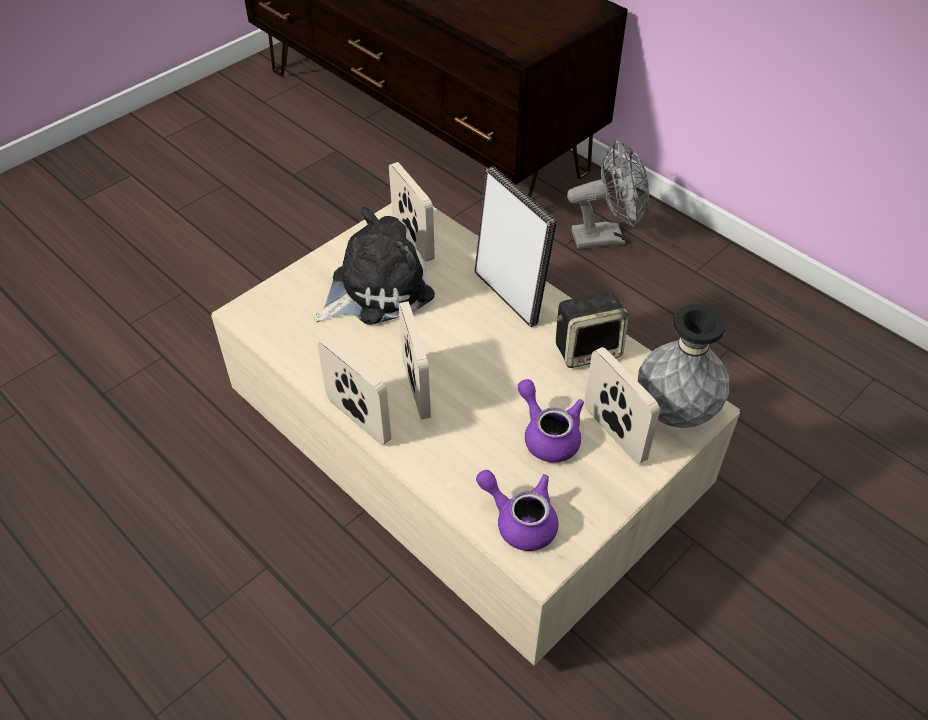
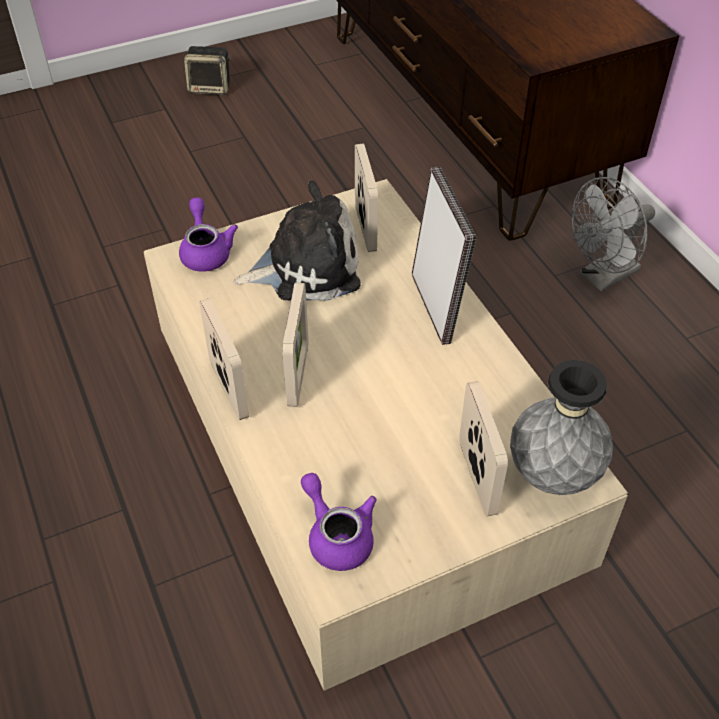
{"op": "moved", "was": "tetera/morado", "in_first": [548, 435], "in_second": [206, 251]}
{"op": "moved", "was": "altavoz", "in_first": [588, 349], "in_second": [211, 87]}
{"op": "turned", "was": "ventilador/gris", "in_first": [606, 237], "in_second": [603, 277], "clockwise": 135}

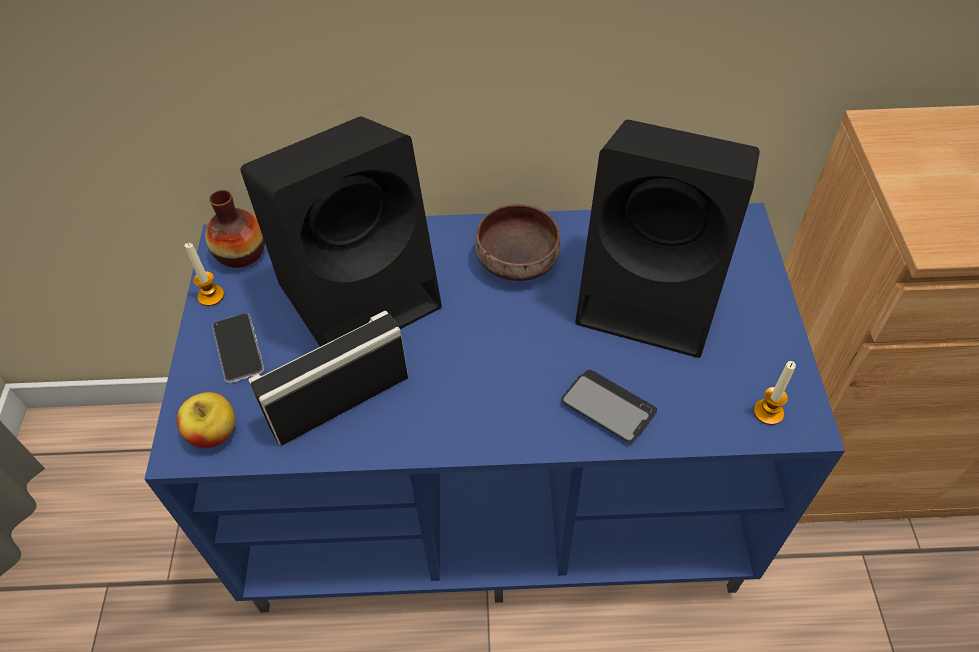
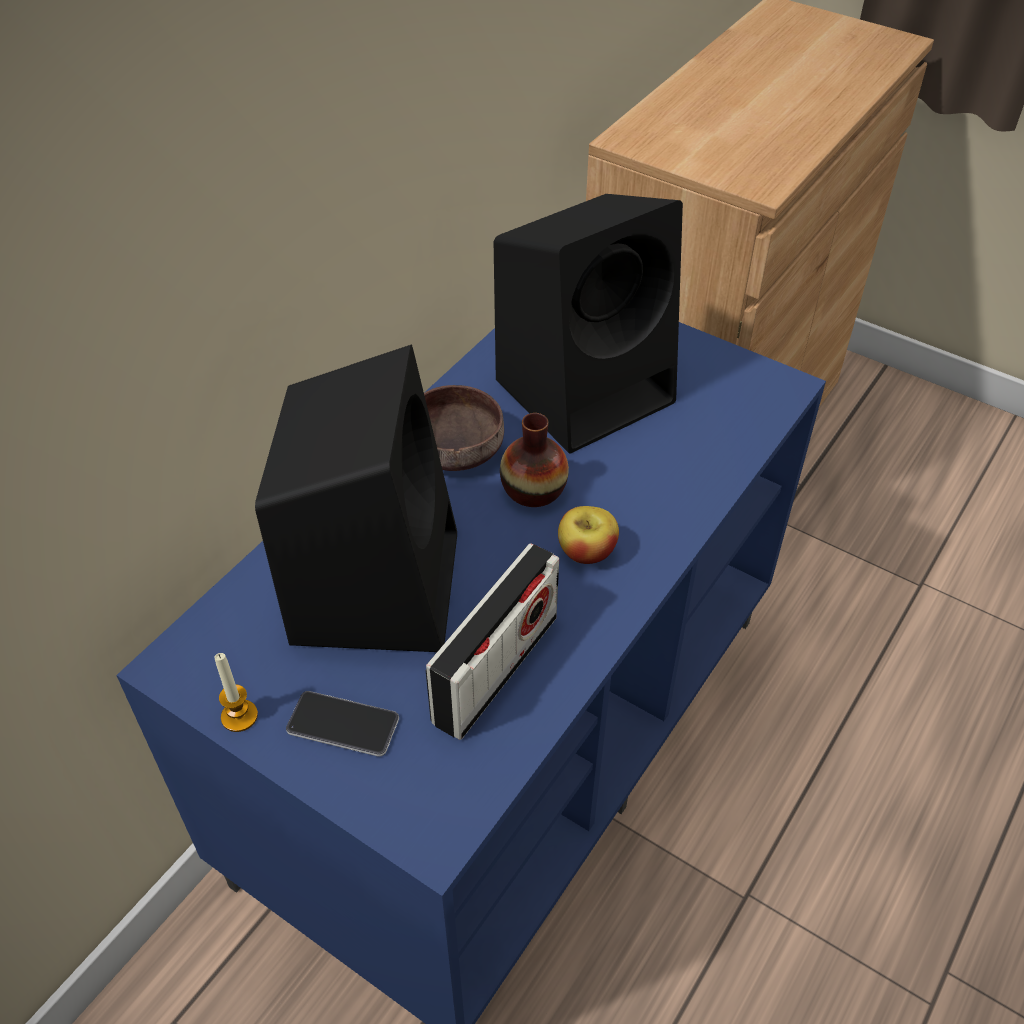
{"op": "turned", "was": "radio", "in_first": [339, 401], "in_second": [496, 669], "clockwise": -150}
{"op": "moved", "was": "florero", "in_first": [241, 253], "in_second": [533, 490]}
{"op": "moved", "was": "manzana", "in_first": [213, 433], "in_second": [586, 552]}
{"op": "removed", "was": "móvil", "in_first": [608, 407]}
{"op": "removed", "was": "vela", "in_first": [768, 412]}

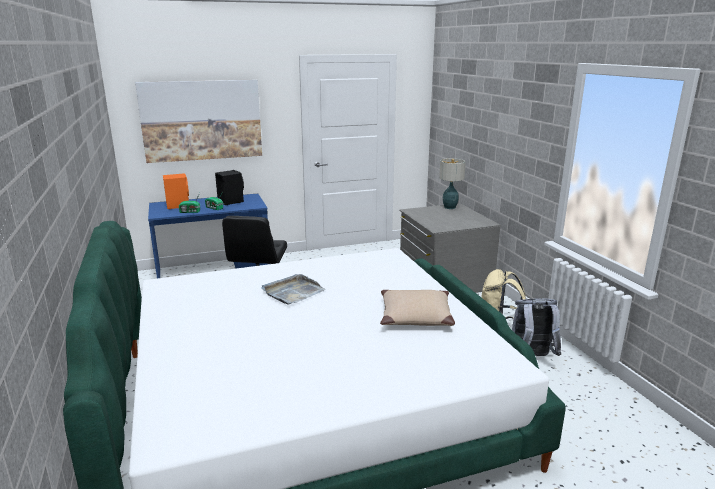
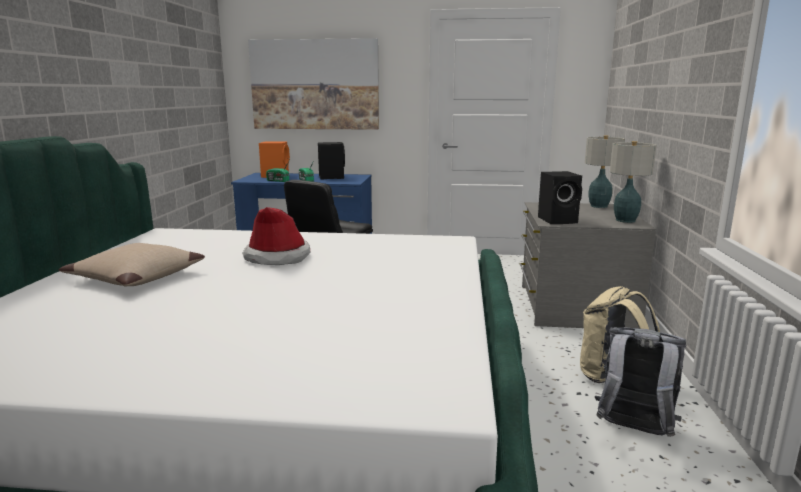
{"op": "moved", "was": "cojín/beis", "in_first": [415, 317], "in_second": [136, 277]}
{"op": "replaced", "was": "bandeja/gris", "now": "sombrero", "in_first": [293, 292], "in_second": [277, 257]}
{"op": "added", "now": "altavoz/negro", "in_second": [559, 220]}
{"op": "added", "now": "lámpara de mesa", "in_second": [626, 220]}

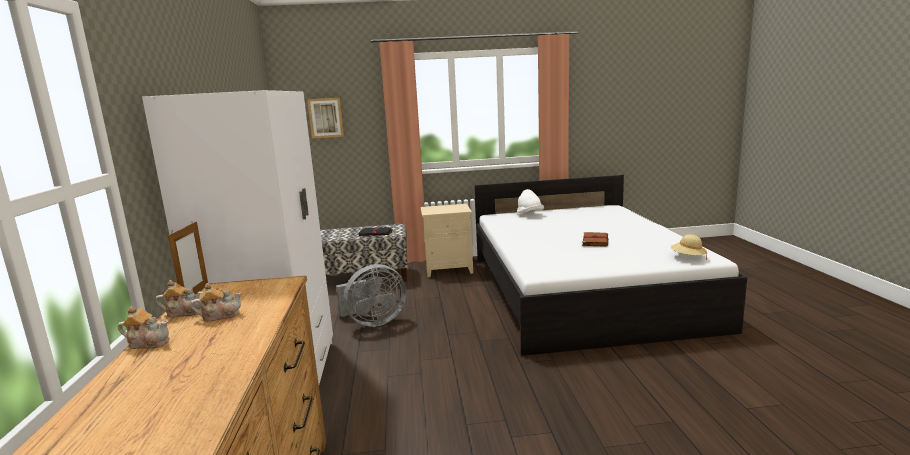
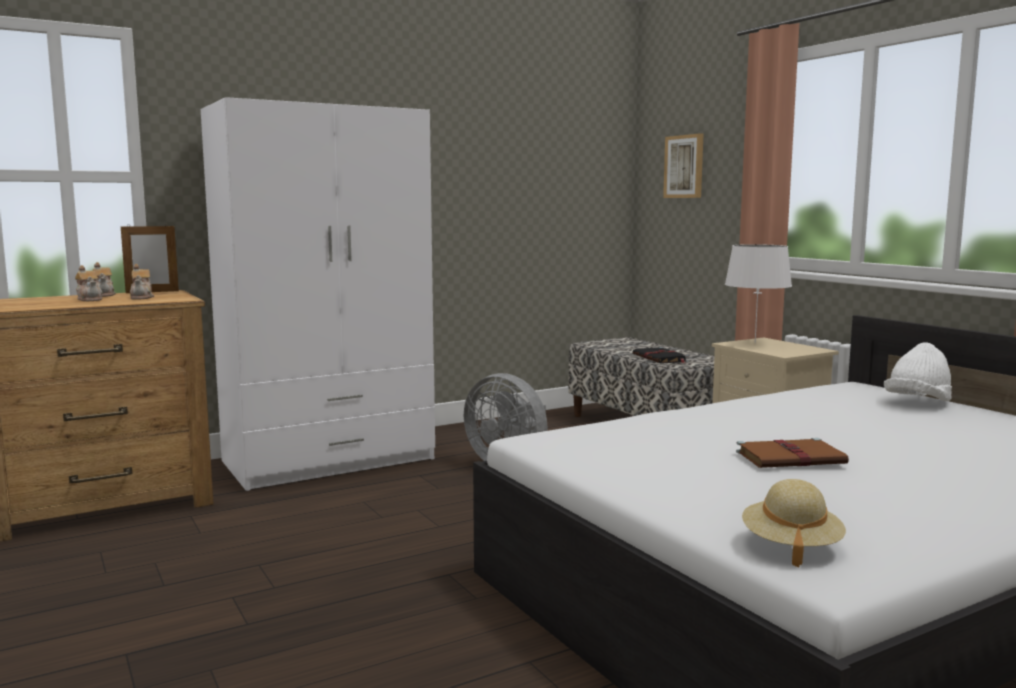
{"op": "moved", "was": "tetera", "in_first": [148, 343], "in_second": [142, 297]}
{"op": "added", "now": "lámpara de mesa/blanco", "in_second": [754, 343]}

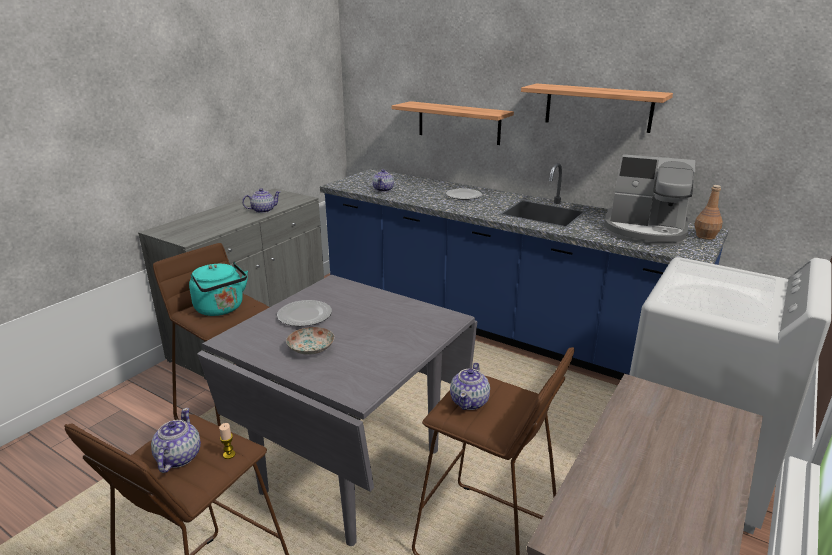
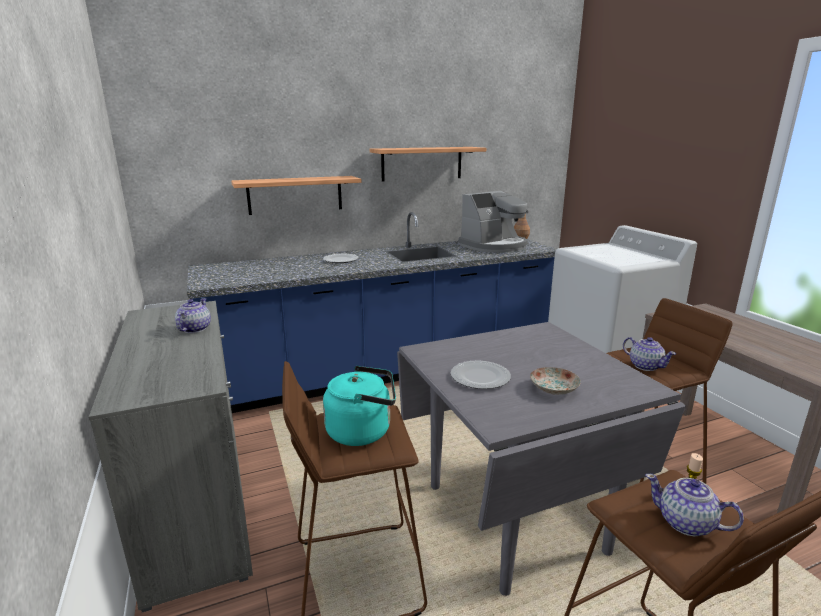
{"op": "removed", "was": "tetera", "in_first": [383, 190]}

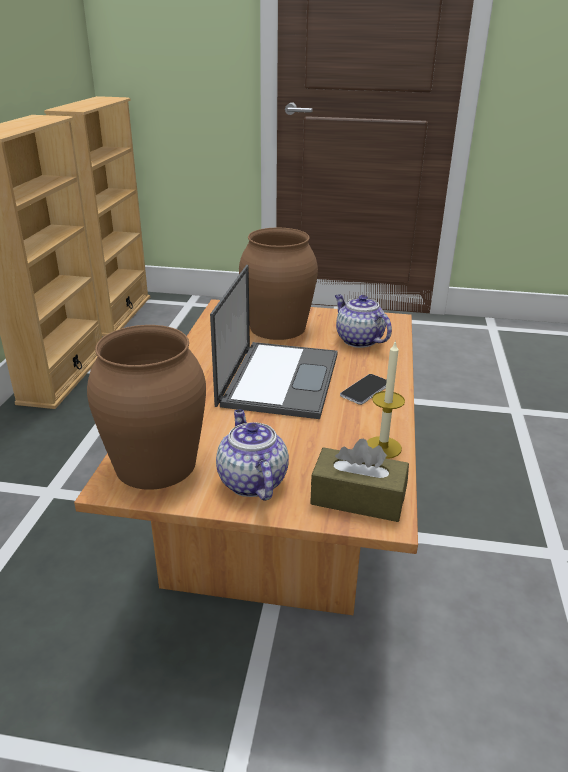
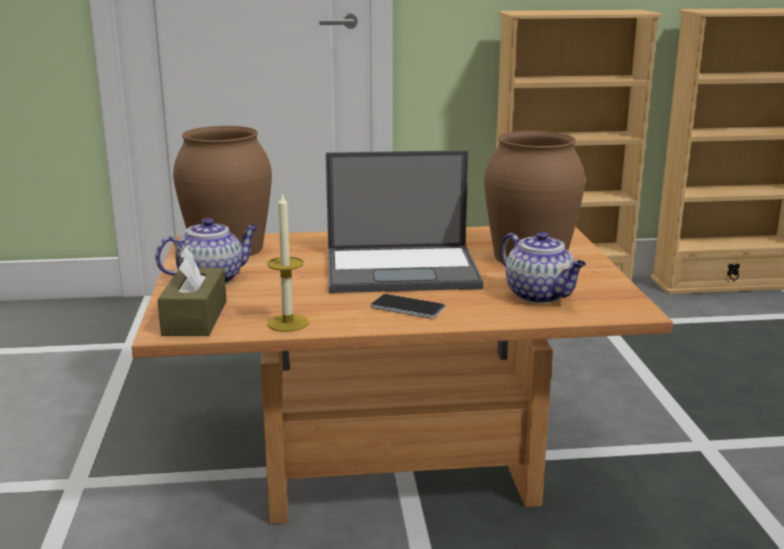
{"op": "turned", "was": "tetera", "in_first": [358, 340], "in_second": [540, 296], "clockwise": 105}

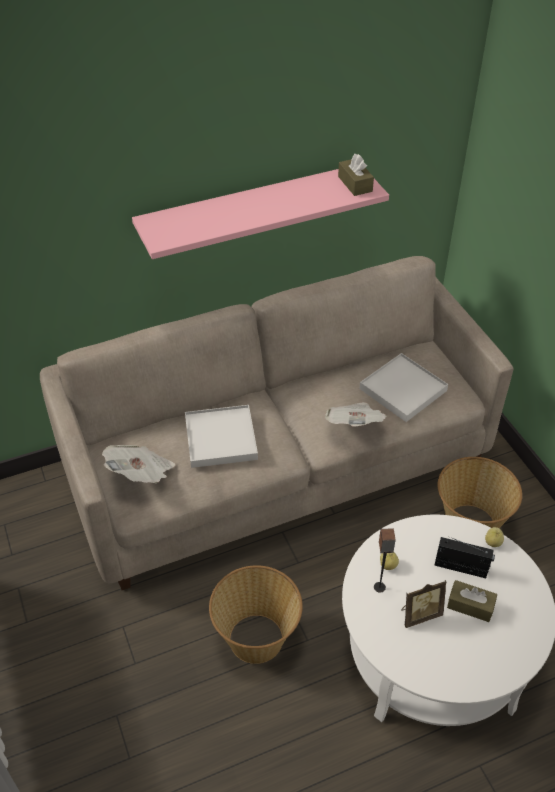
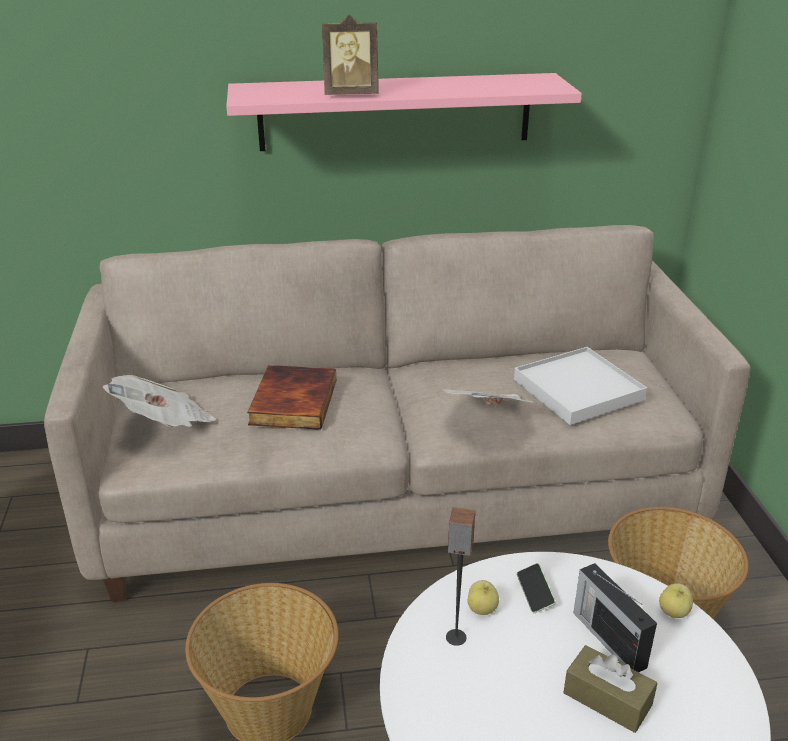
{"op": "replaced", "was": "bandeja/blanco", "now": "libro", "in_first": [220, 438], "in_second": [291, 401]}
{"op": "moved", "was": "portarretratos", "in_first": [419, 614], "in_second": [351, 94]}
{"op": "added", "now": "móvil", "in_second": [535, 593]}
{"op": "turned", "was": "radio", "in_first": [461, 568], "in_second": [608, 638], "clockwise": -150}
{"op": "removed", "was": "caja de pañuelos/marrón", "in_first": [355, 184]}

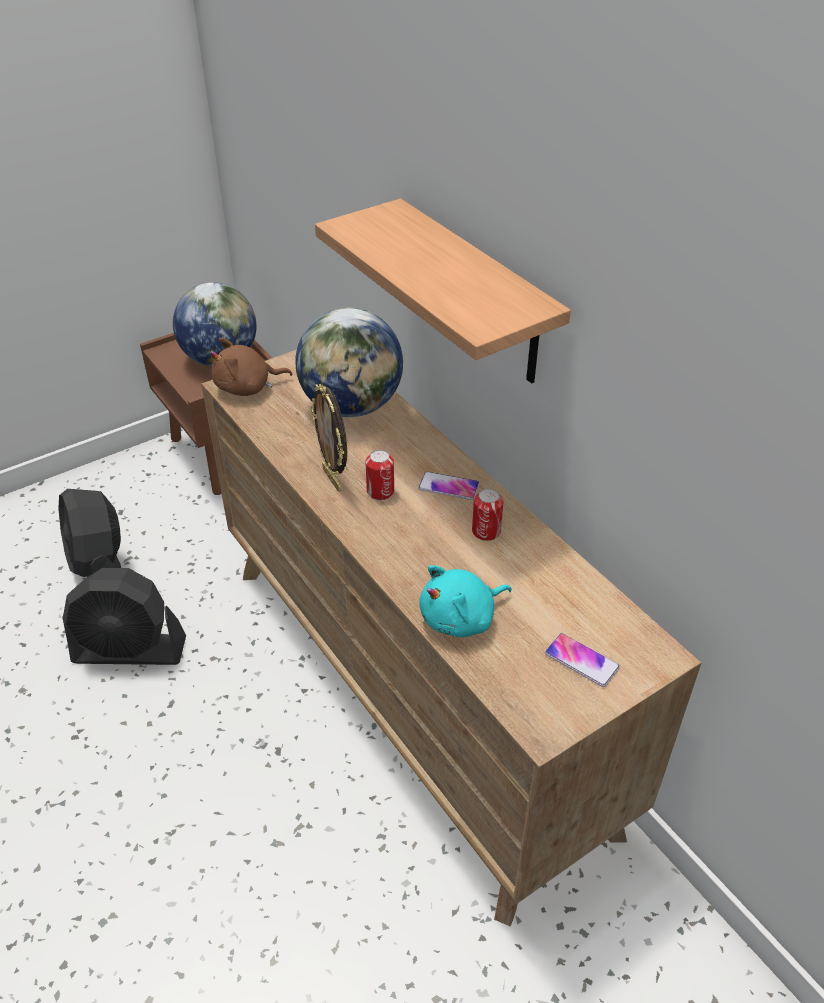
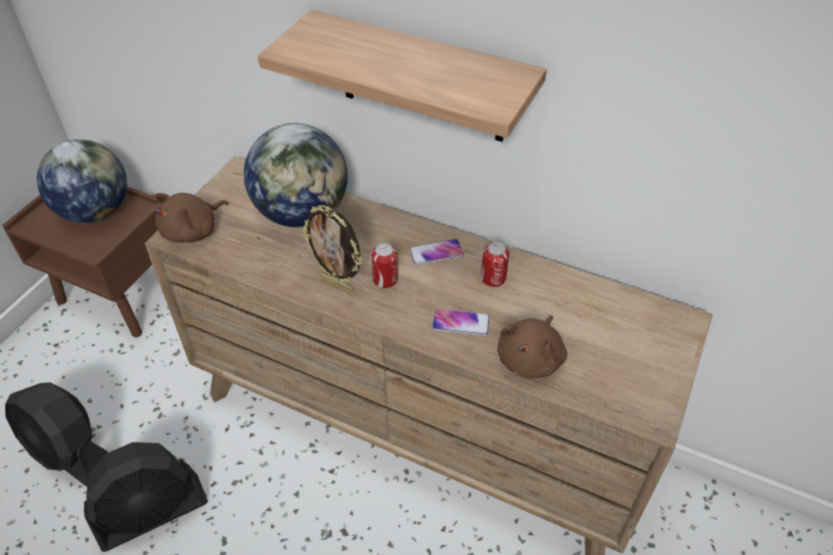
{"op": "moved", "was": "móvil", "in_first": [581, 660], "in_second": [460, 323]}
{"op": "recoloured", "was": "peluche/turquesa", "now": "peluche/marrón", "in_first": [461, 618], "in_second": [531, 358]}

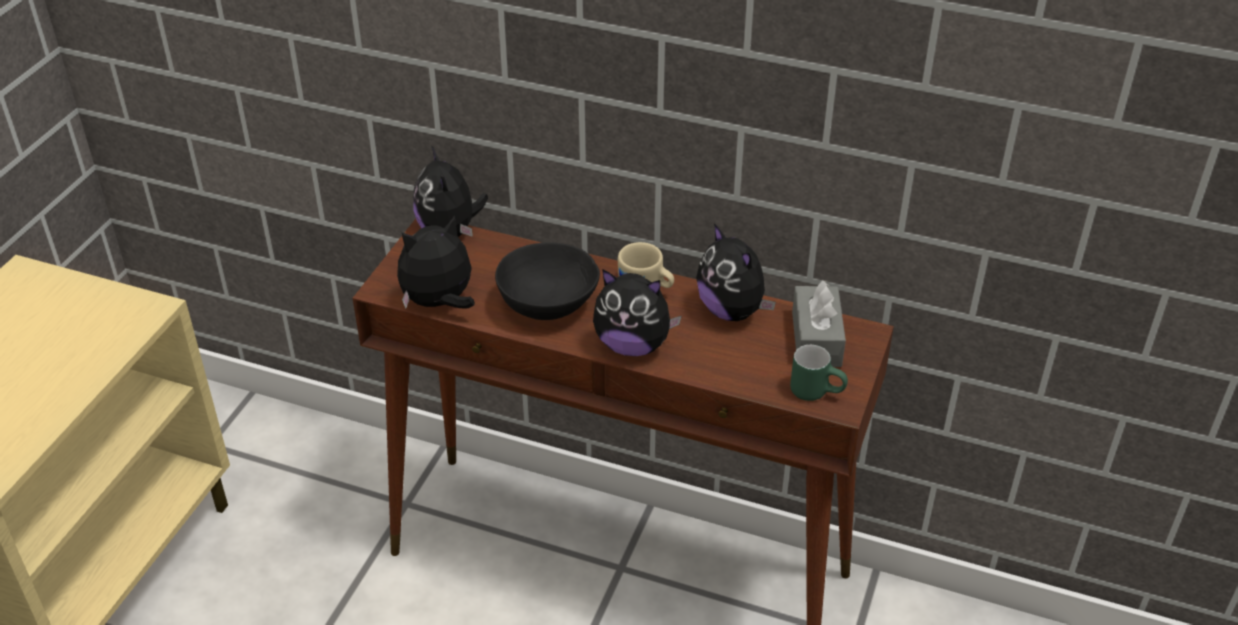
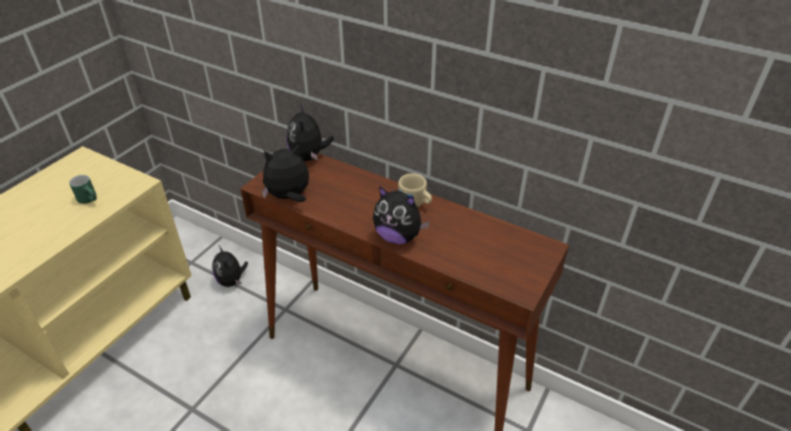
{"op": "moved", "was": "taza grande/verde", "in_first": [817, 391], "in_second": [91, 200]}
{"op": "moved", "was": "peluche", "in_first": [732, 310], "in_second": [232, 281]}
{"op": "removed", "was": "cuenco/negro", "in_first": [548, 305]}
{"op": "removed", "was": "caja de pañuelos/gris", "in_first": [816, 339]}

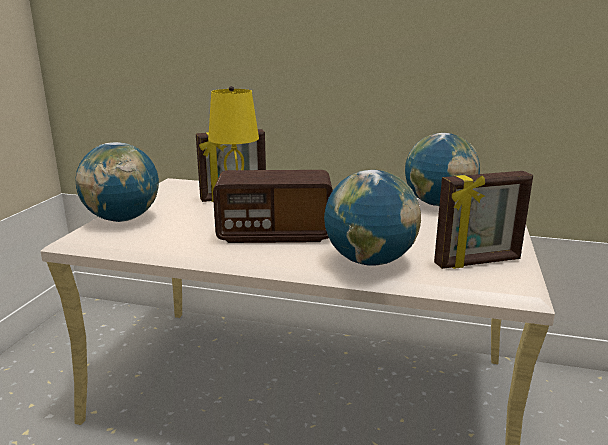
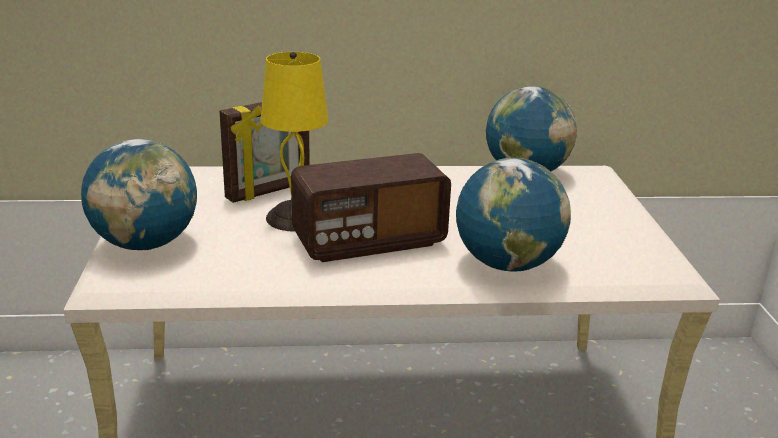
{"op": "removed", "was": "portarretratos", "in_first": [478, 262]}

